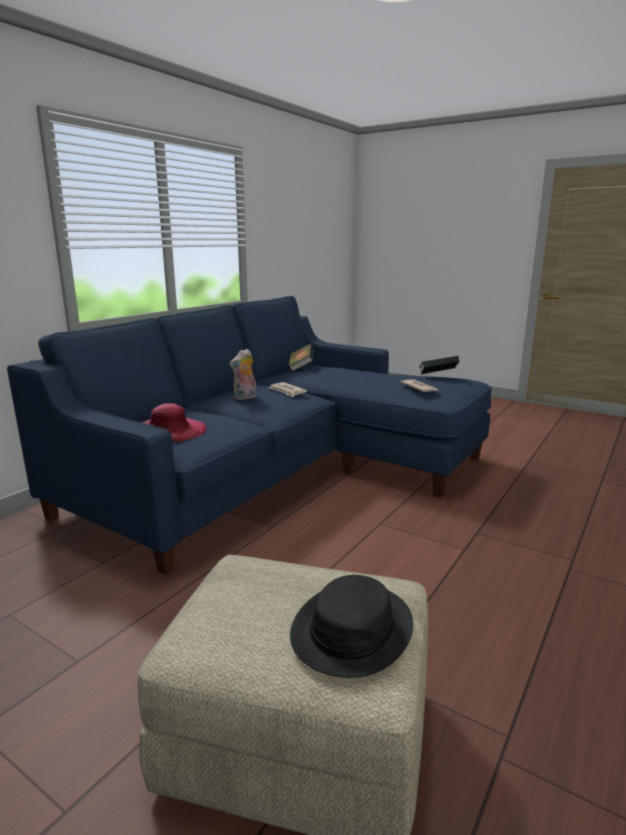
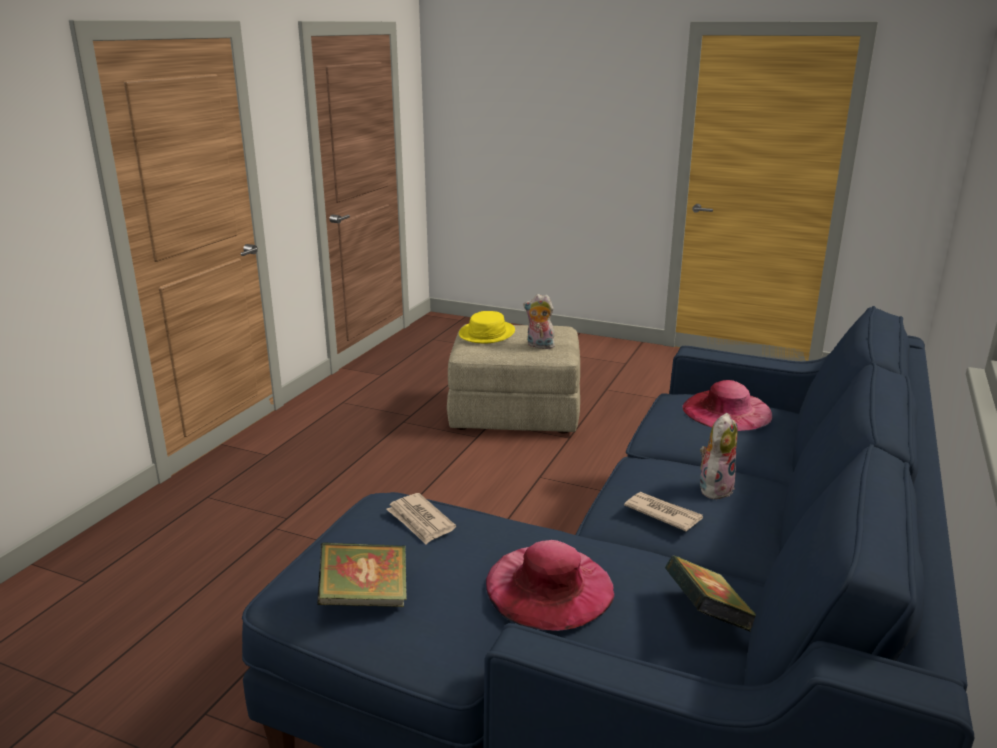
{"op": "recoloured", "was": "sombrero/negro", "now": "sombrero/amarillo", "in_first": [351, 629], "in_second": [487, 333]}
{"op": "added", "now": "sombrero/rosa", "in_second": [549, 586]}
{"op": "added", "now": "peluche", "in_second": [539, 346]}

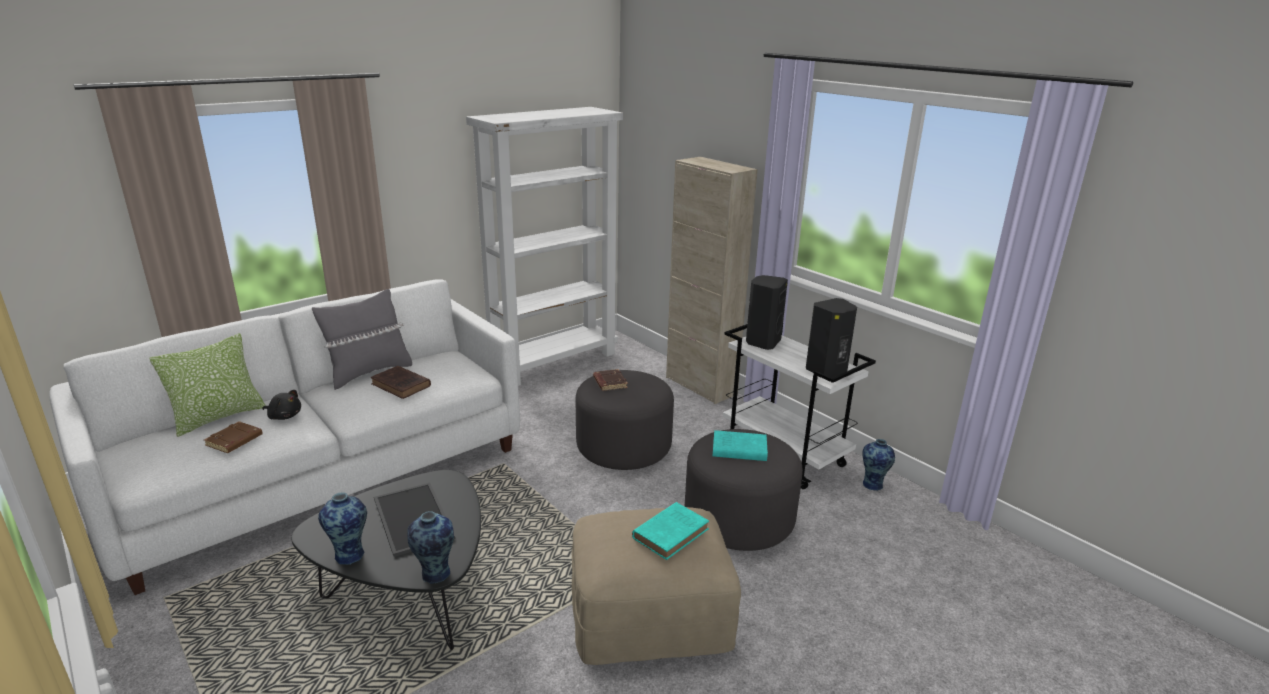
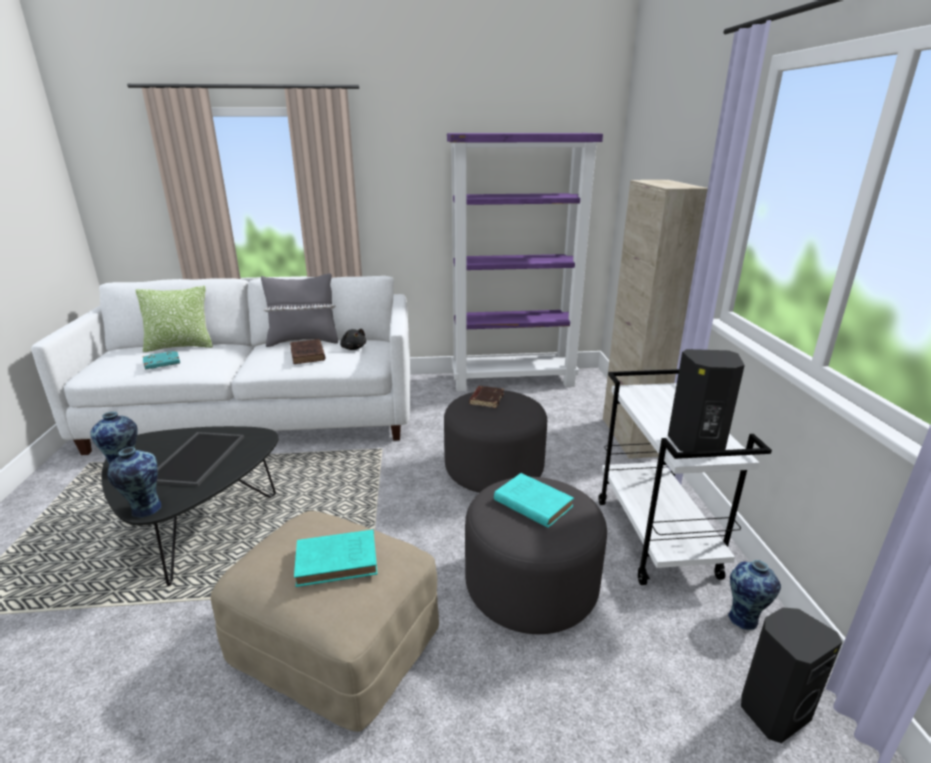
{"op": "recoloured", "was": "libro/marrón", "now": "libro/turquesa", "in_first": [234, 441], "in_second": [161, 363]}
{"op": "moved", "was": "peluche/negro", "in_first": [284, 416], "in_second": [353, 348]}
{"op": "recoloured", "was": "estantería/blanco", "now": "estantería/morado", "in_first": [554, 362], "in_second": [513, 380]}
{"op": "moved", "was": "altavoz/negro", "in_first": [762, 342], "in_second": [771, 711]}

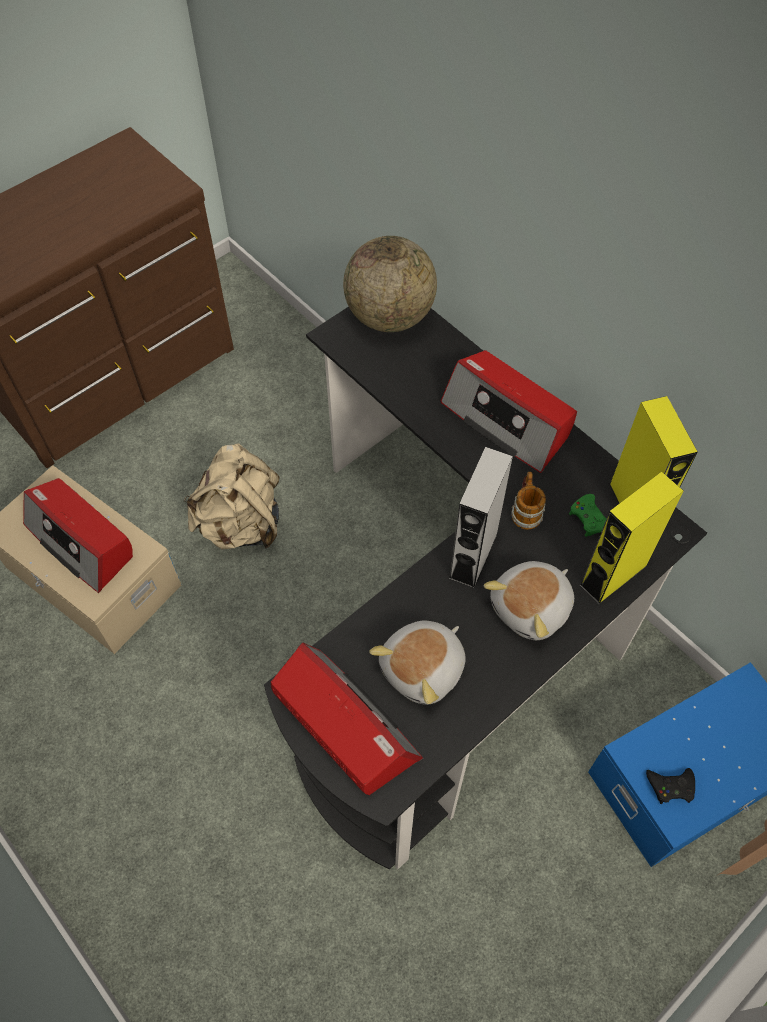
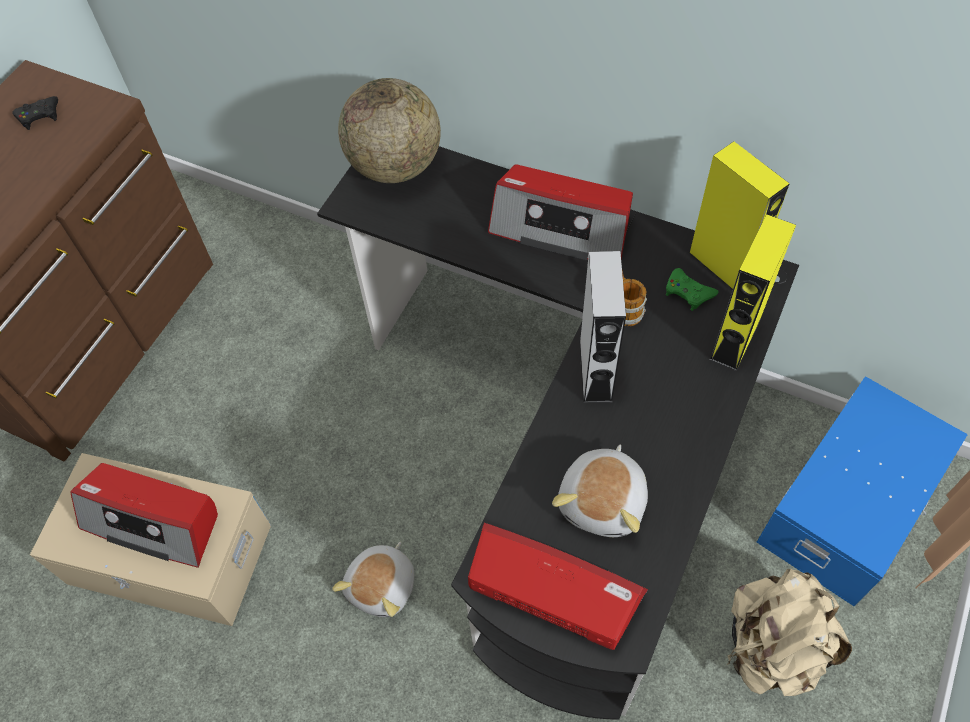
{"op": "moved", "was": "mando de consola/negro", "in_first": [671, 786], "in_second": [39, 115]}
{"op": "moved", "was": "peluche", "in_first": [532, 608], "in_second": [383, 586]}
{"op": "moved", "was": "mochila/beis", "in_first": [241, 524], "in_second": [772, 646]}

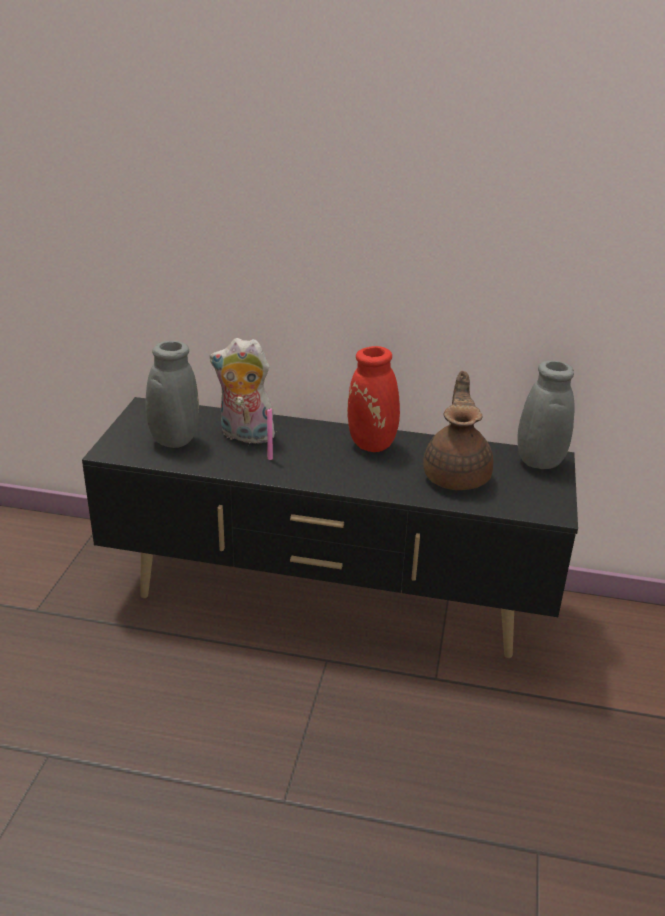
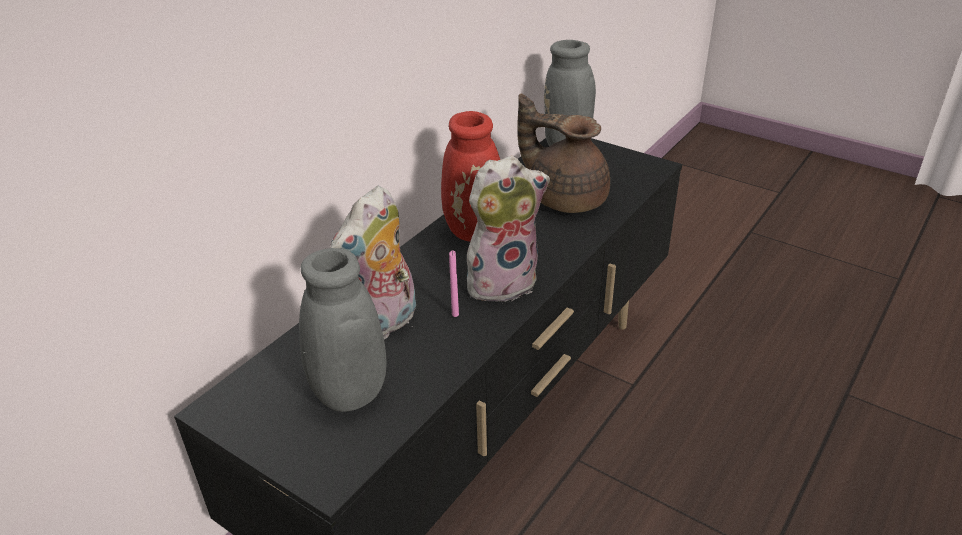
{"op": "added", "now": "peluche", "in_second": [502, 281]}

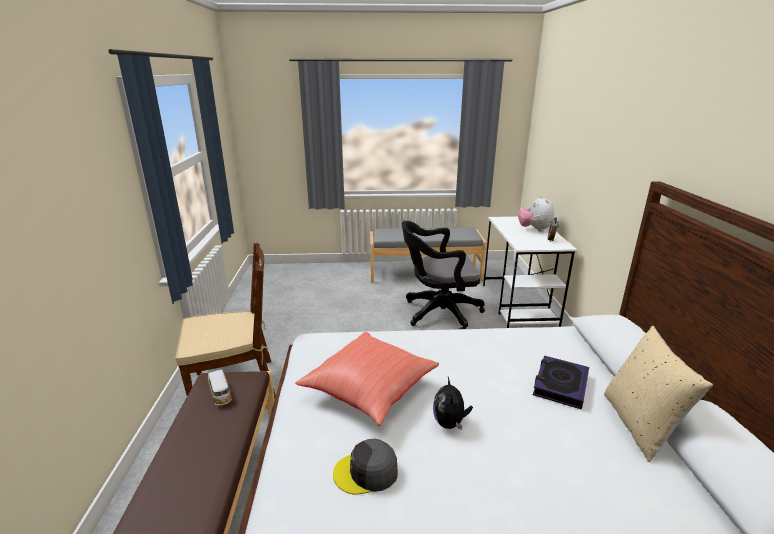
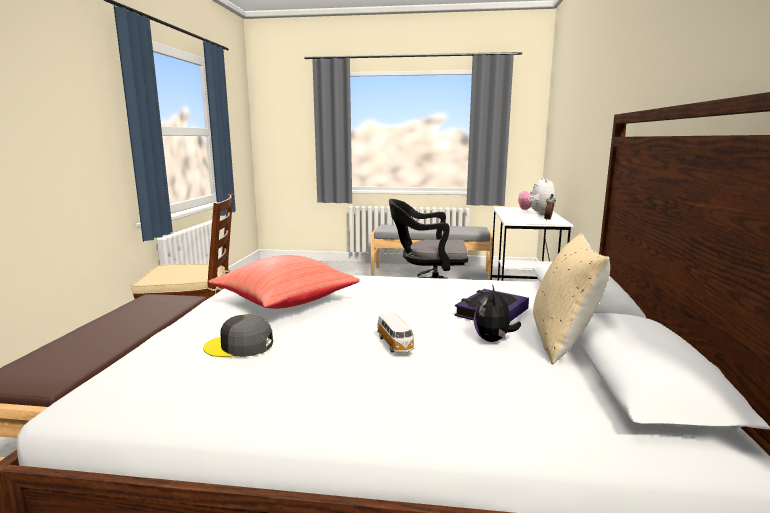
{"op": "moved", "was": "coche de juguete", "in_first": [220, 395], "in_second": [395, 344]}
{"op": "moved", "was": "peluche", "in_first": [450, 423], "in_second": [493, 340]}

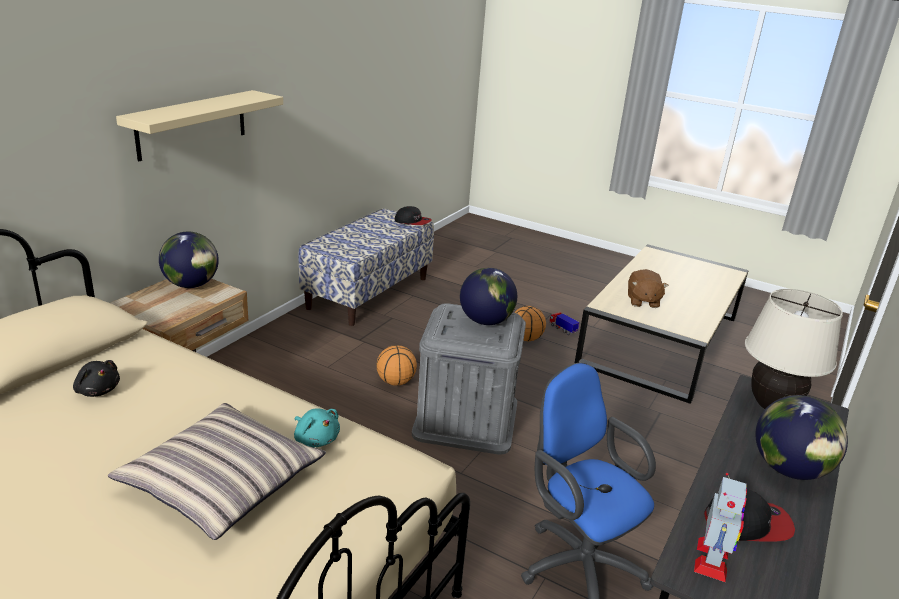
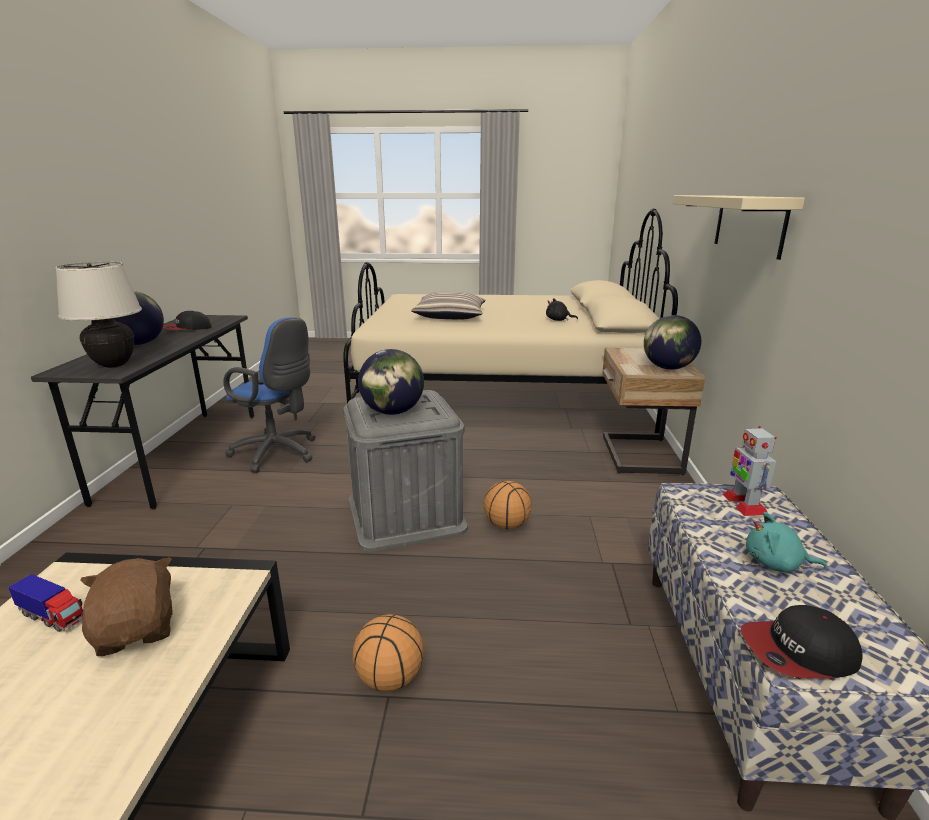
{"op": "moved", "was": "camión de juguete", "in_first": [562, 329], "in_second": [53, 617]}
{"op": "moved", "was": "robot de juguete", "in_first": [712, 560], "in_second": [744, 504]}
{"op": "moved", "was": "peluche/turquesa", "in_first": [316, 439], "in_second": [776, 564]}

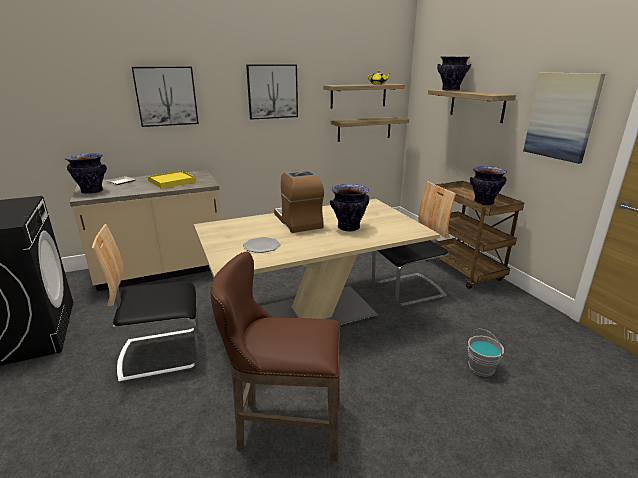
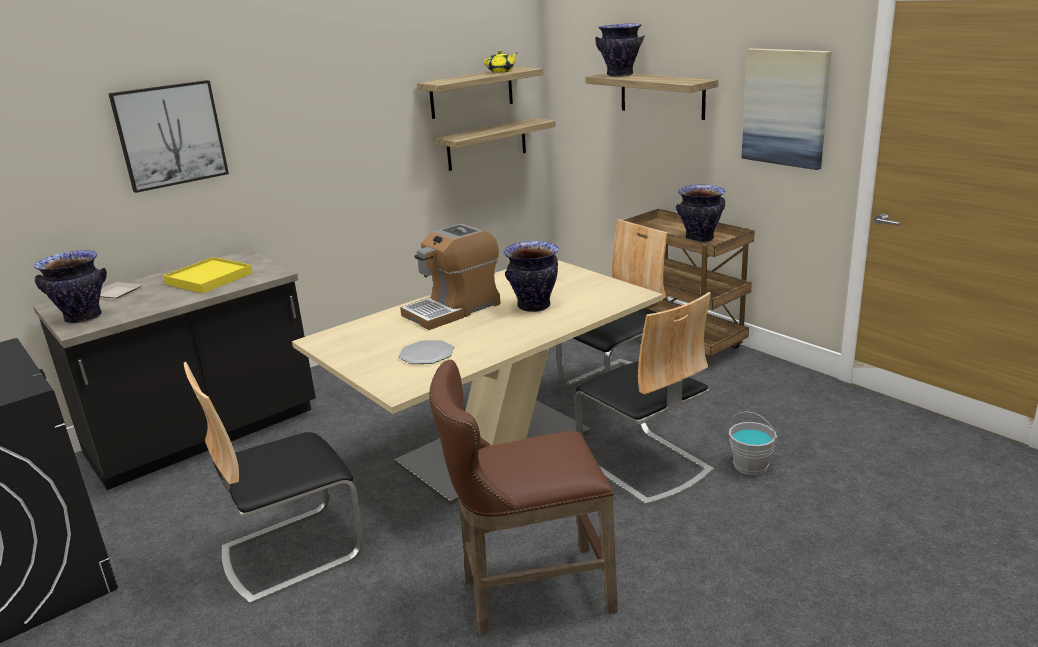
{"op": "recoloured", "was": "mueble bajo de cocina/beis", "now": "mueble bajo de cocina/negro", "in_first": [162, 271], "in_second": [204, 435]}
{"op": "turned", "was": "cafetera", "in_first": [298, 221], "in_second": [453, 309], "clockwise": -90}
{"op": "added", "now": "silla", "in_second": [644, 465]}
{"op": "removed", "was": "cuadro", "in_first": [272, 91]}

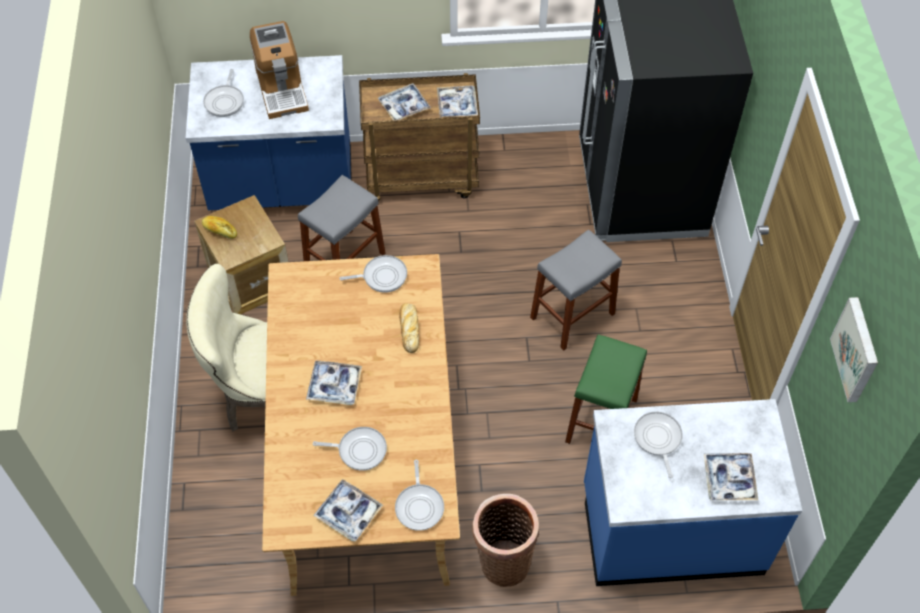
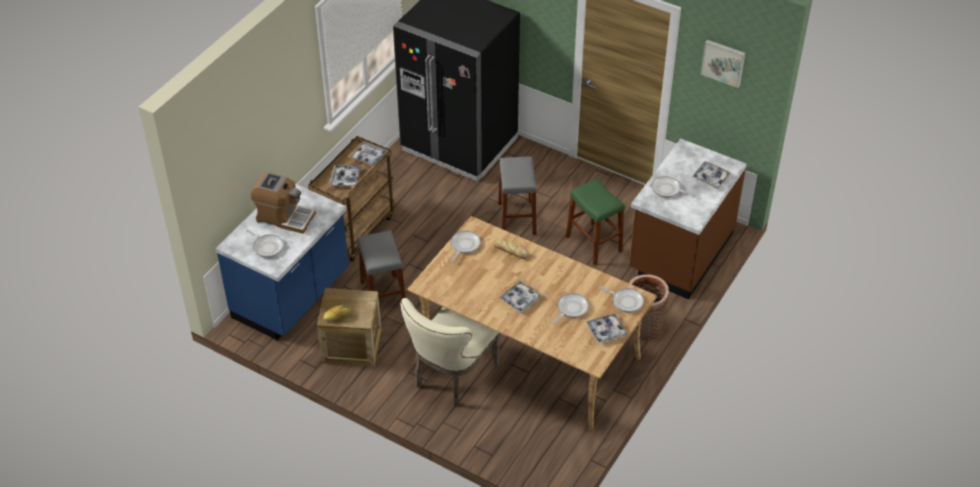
{"op": "recoloured", "was": "mueble bajo de cocina/azul", "now": "mueble bajo de cocina/marrón", "in_first": [671, 528], "in_second": [680, 252]}

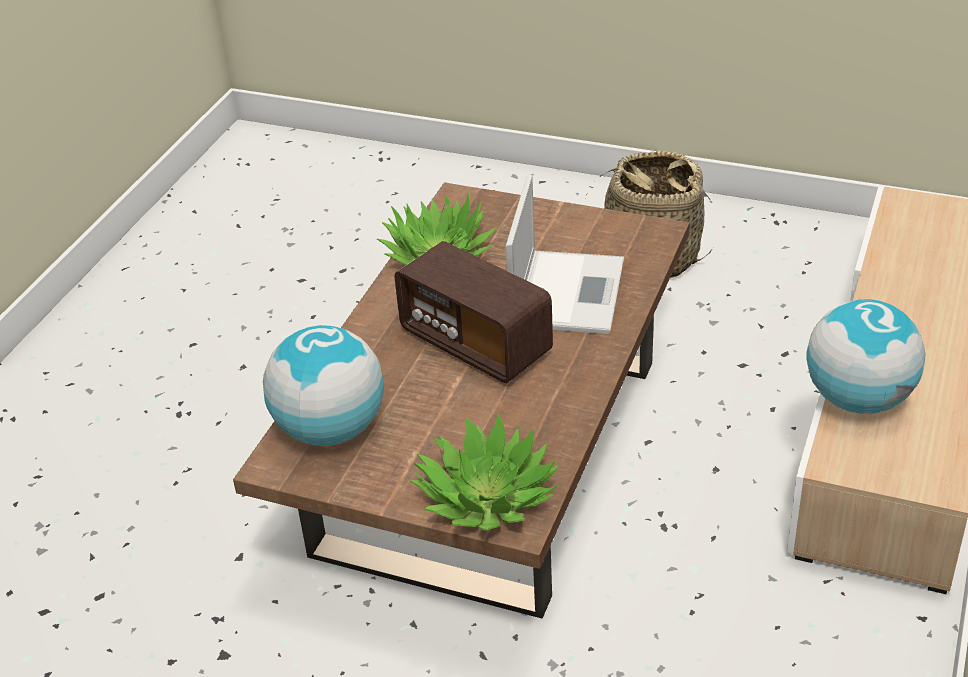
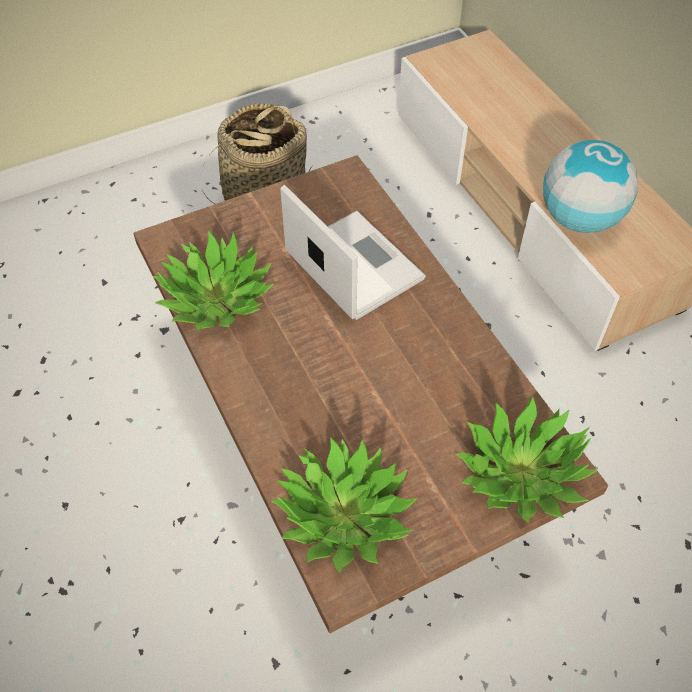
{"op": "replaced", "was": "globo terráqueo", "now": "planta en maceta", "in_first": [330, 430], "in_second": [343, 515]}
{"op": "removed", "was": "radio", "in_first": [476, 343]}

